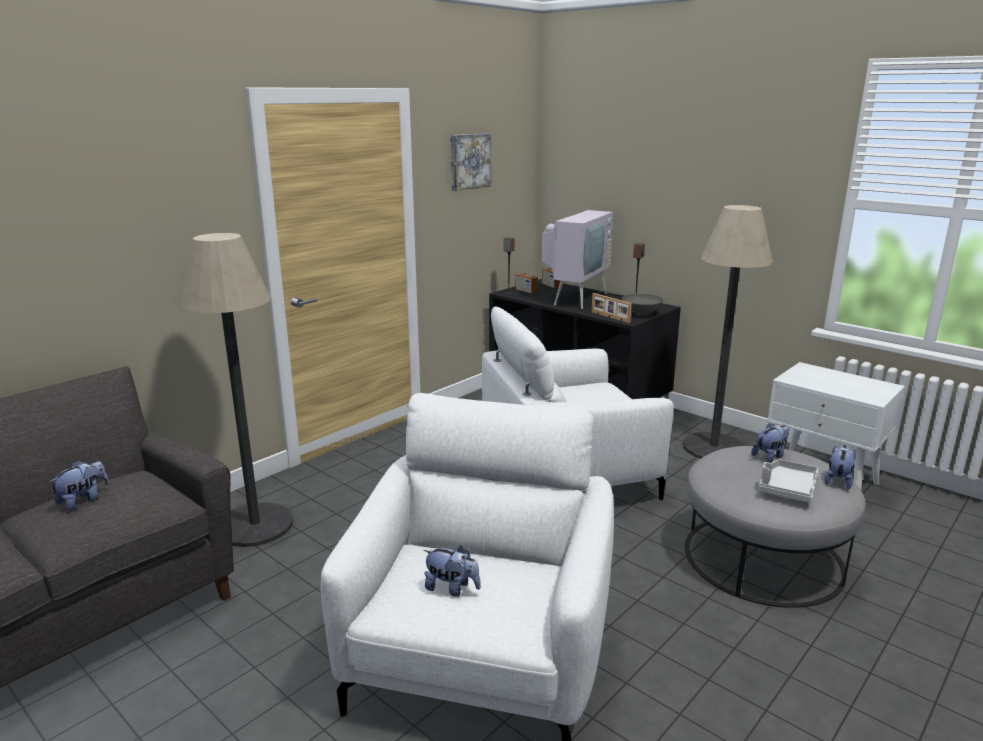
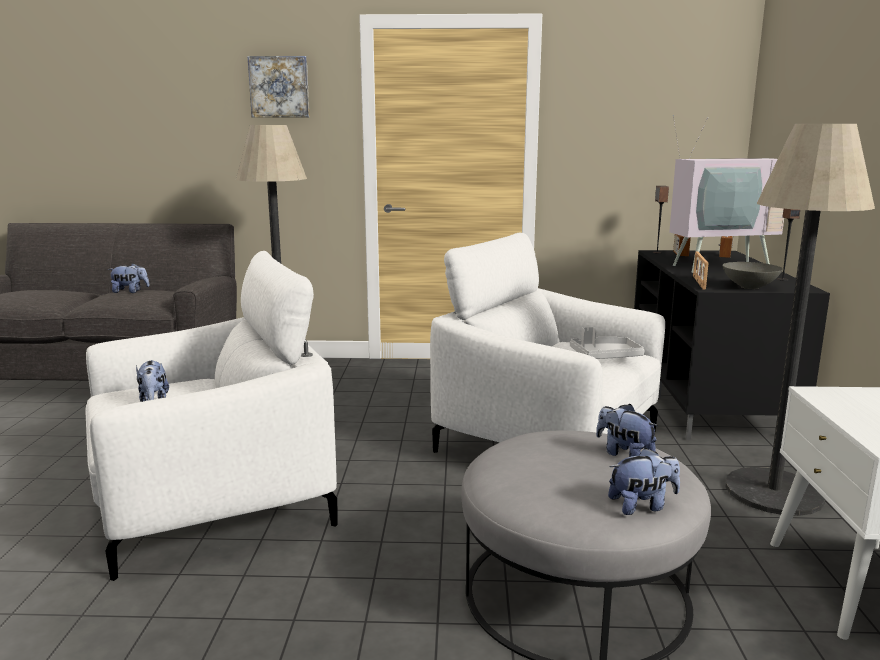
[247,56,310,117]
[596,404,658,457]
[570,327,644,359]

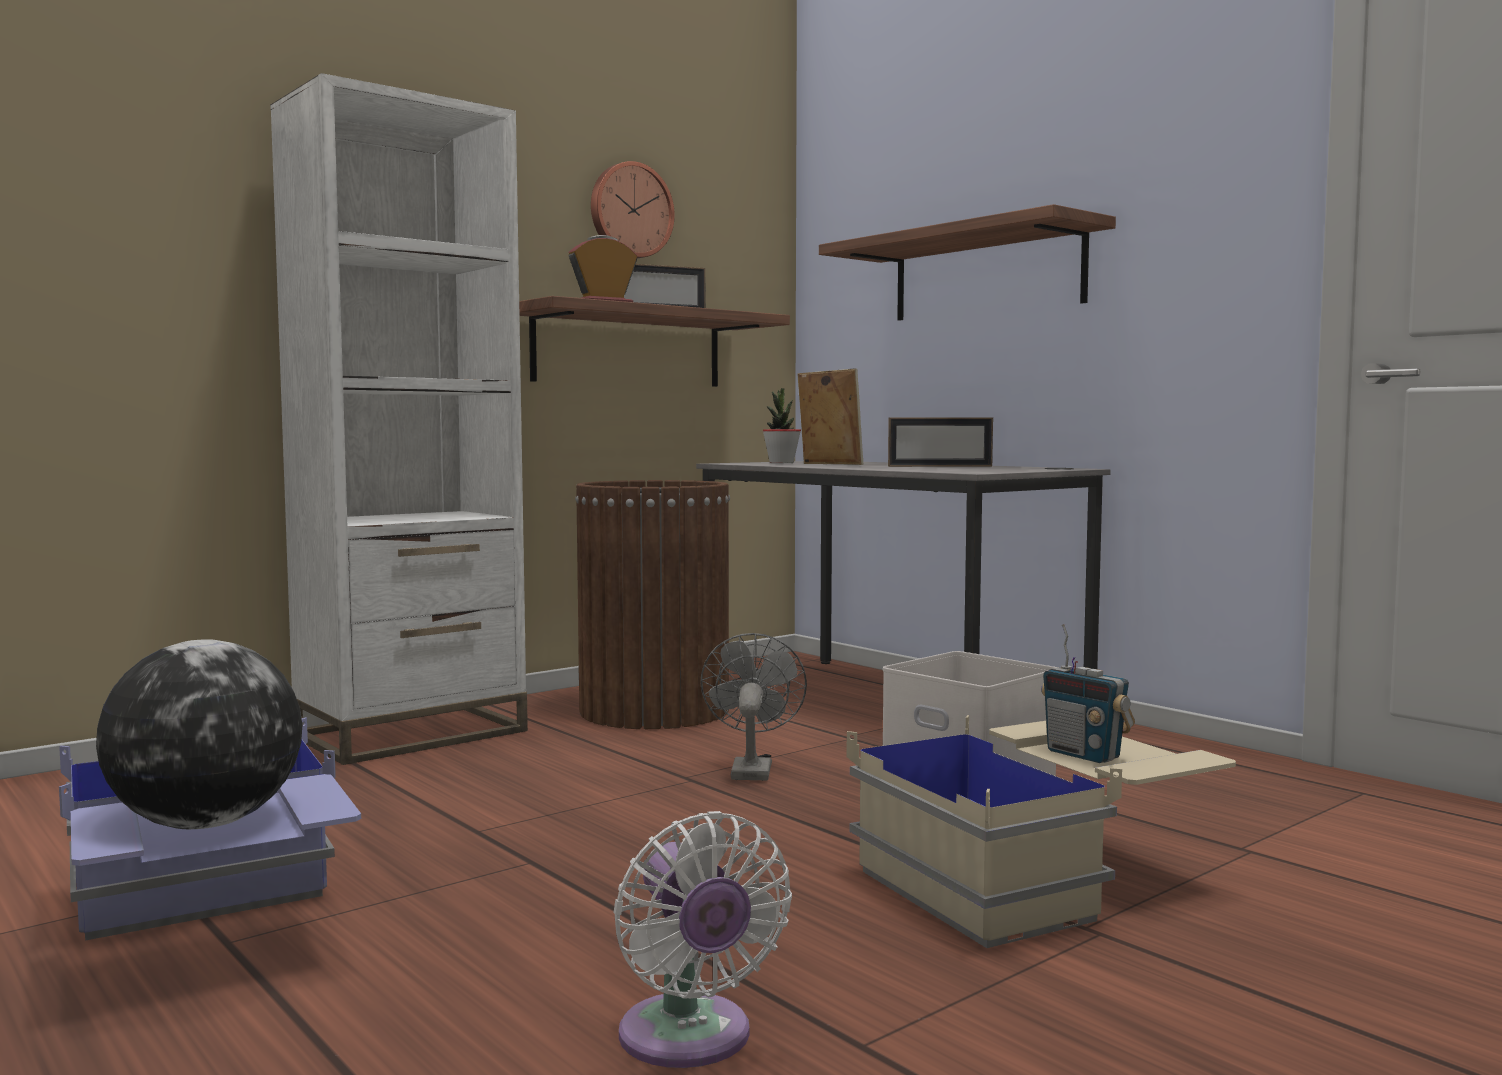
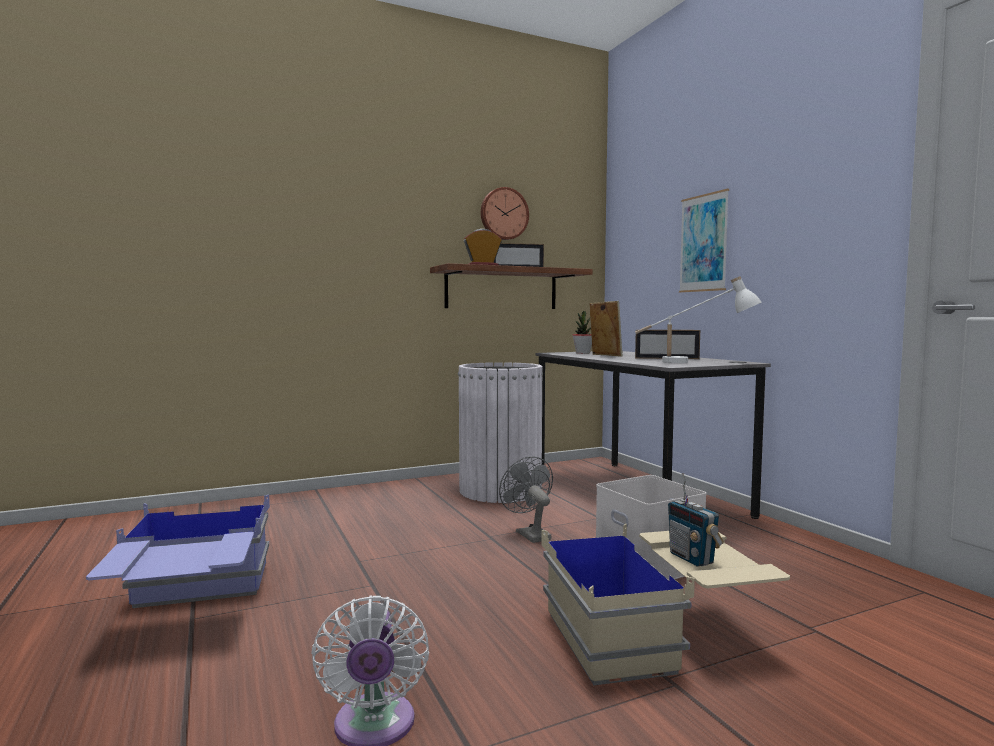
[96,639,302,829] (first image)
[270,73,528,765] (first image)
[458,362,543,503]
[499,457,553,543]
[679,189,729,293]
[635,276,762,363]

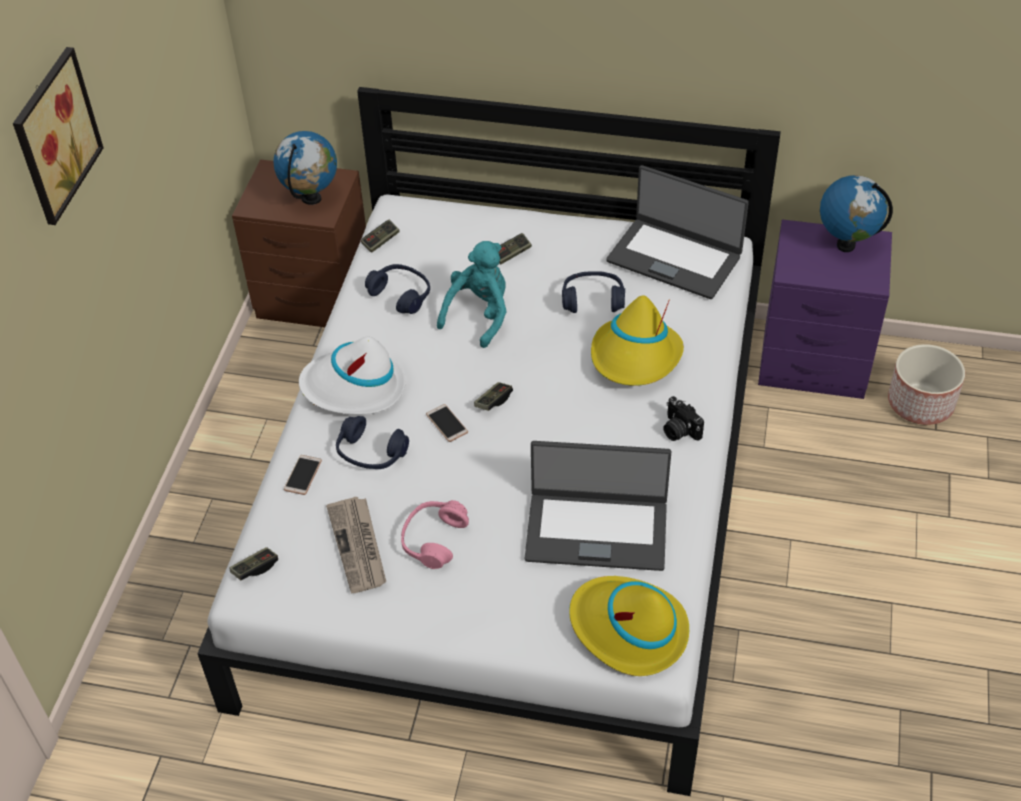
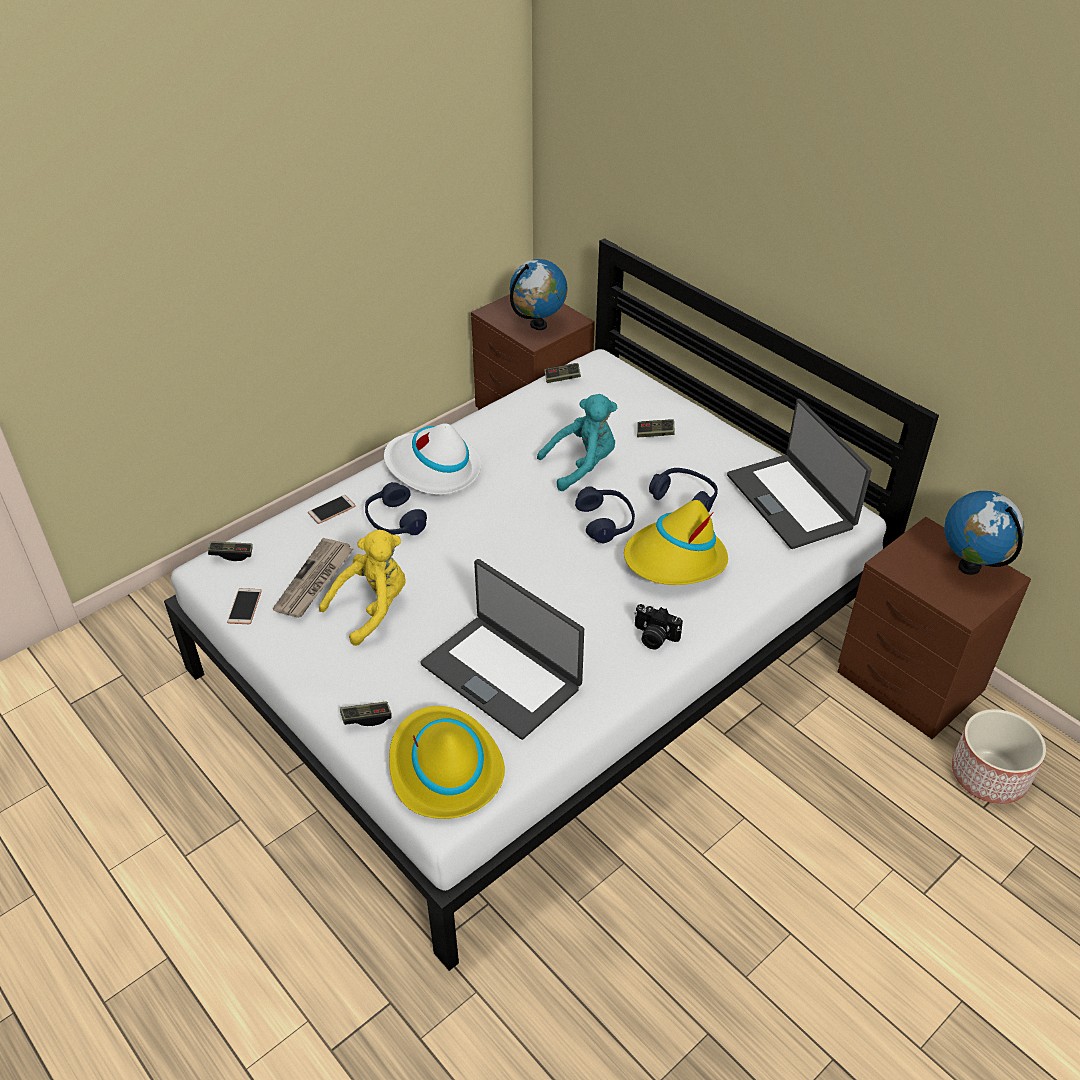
[13,47,103,225] (first image)
[575,486,635,543]
[319,530,406,646]
[227,588,262,624]
[340,702,392,726]
[634,604,683,649]
[838,517,1031,739]

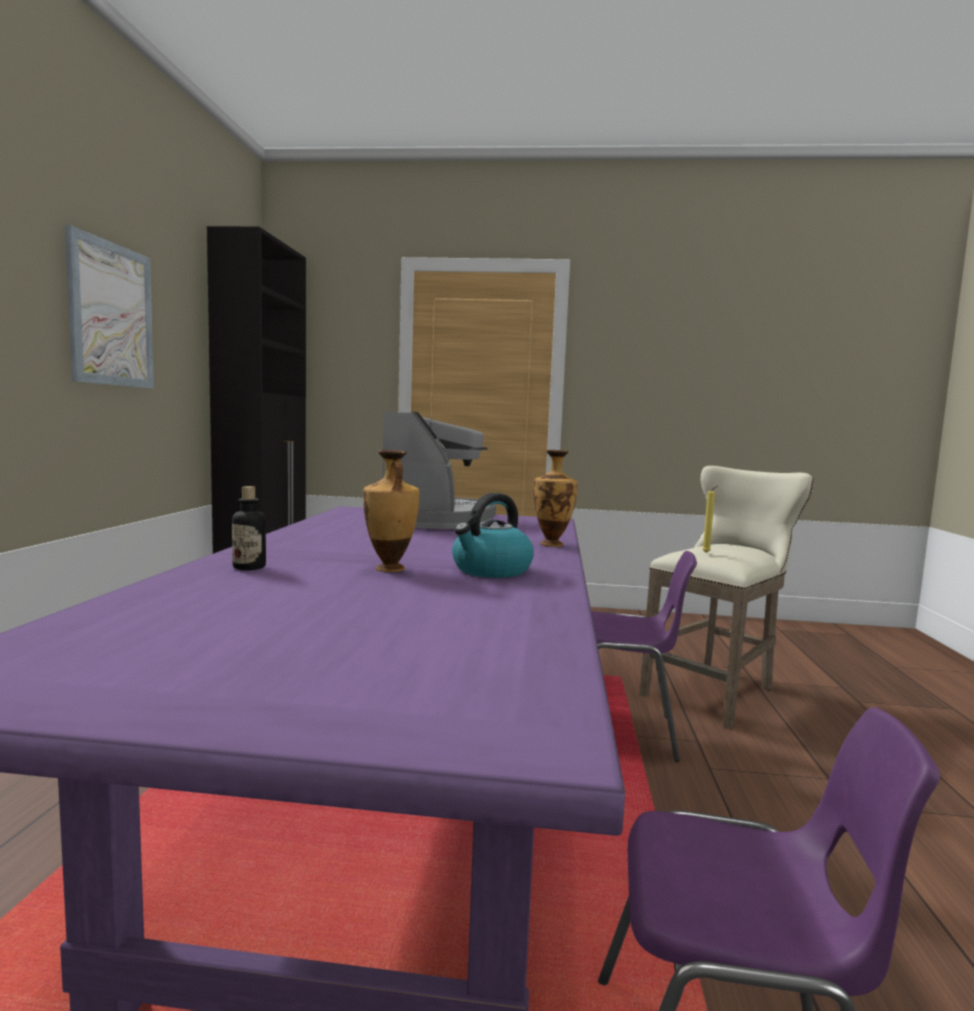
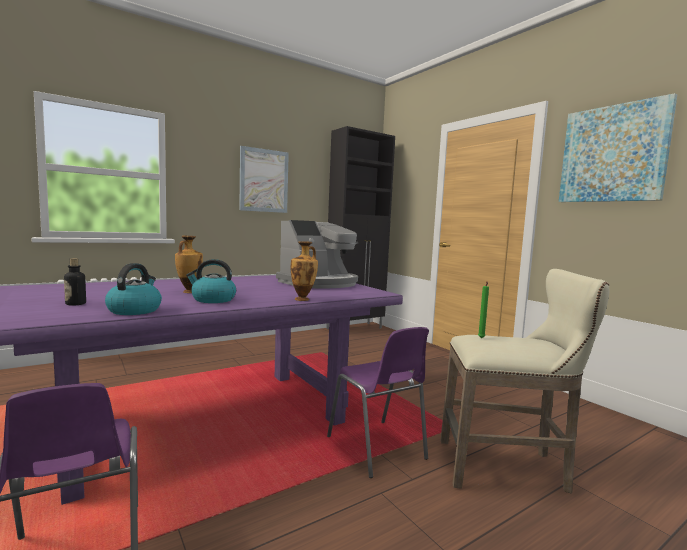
[64,258,86,306]
[478,282,489,338]
[105,263,162,315]
[559,93,677,202]

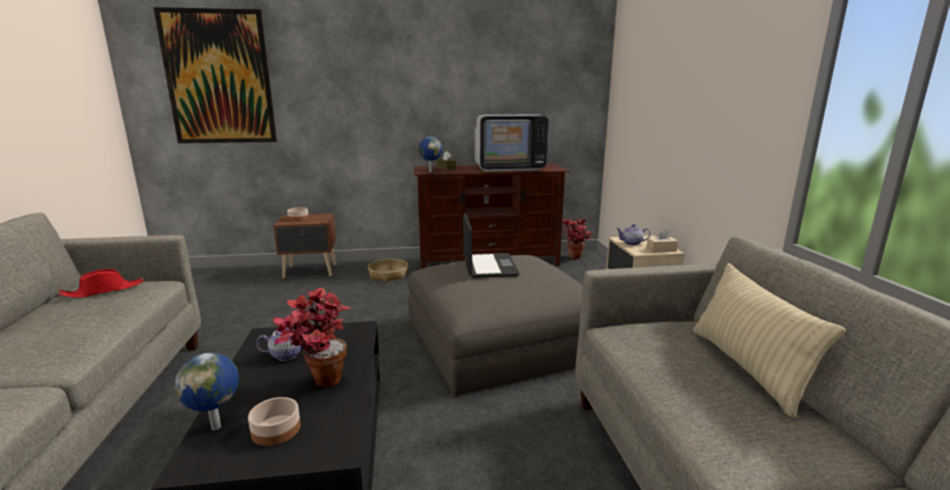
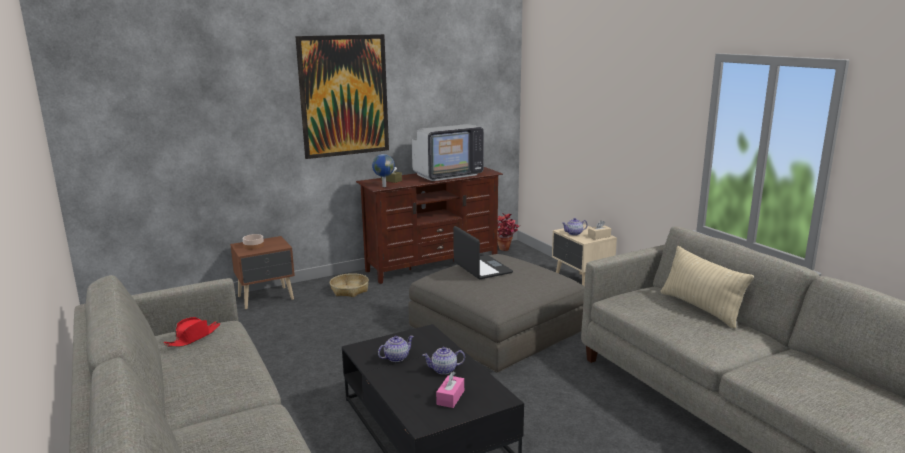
[295,34,389,159]
[175,353,239,430] (first image)
[436,372,464,408]
[422,347,465,375]

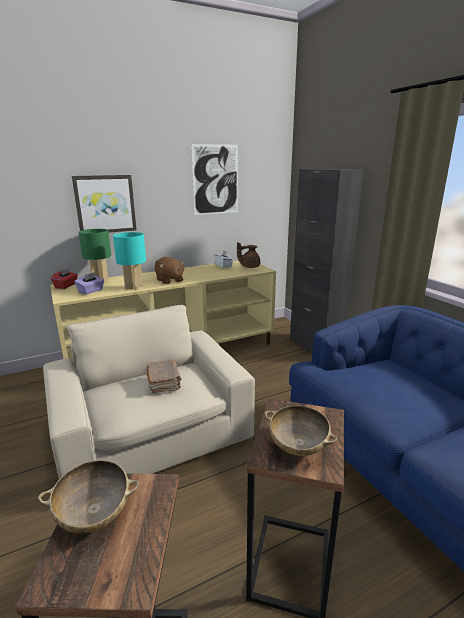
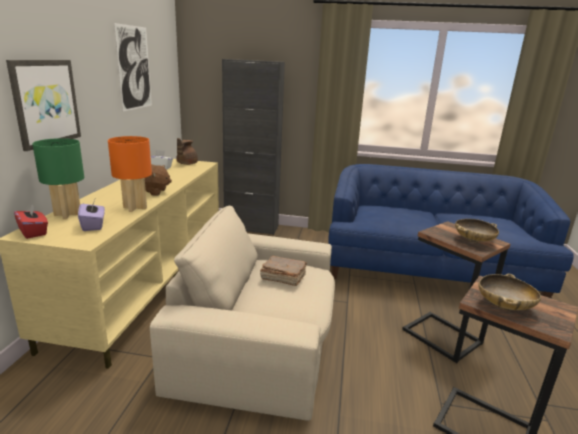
[108,136,152,212]

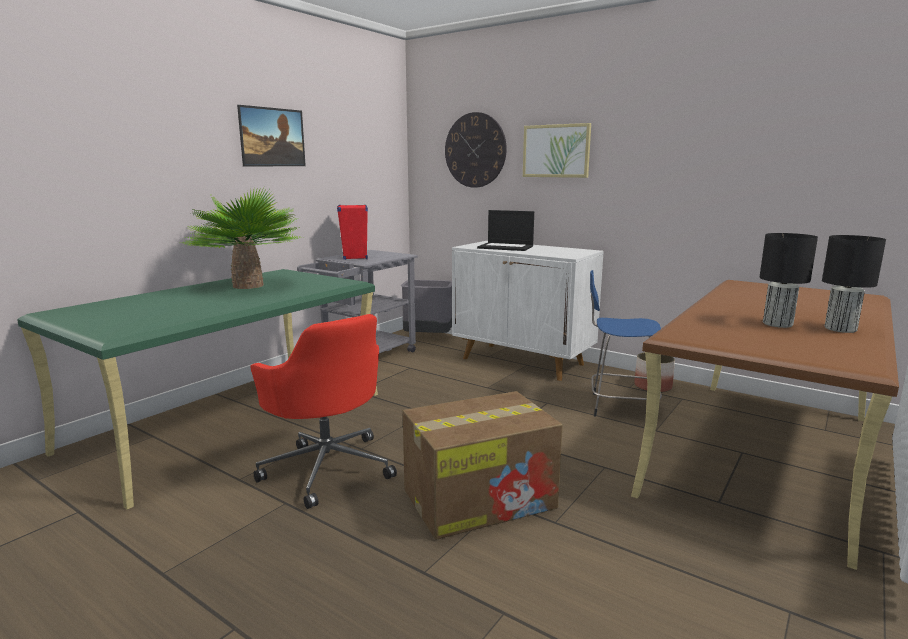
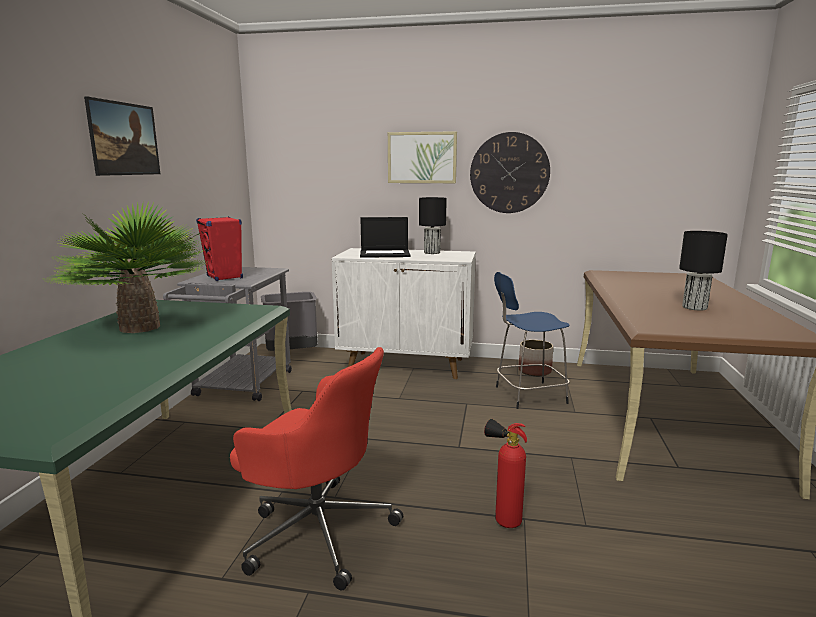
[484,419,527,528]
[470,132,550,213]
[419,197,447,254]

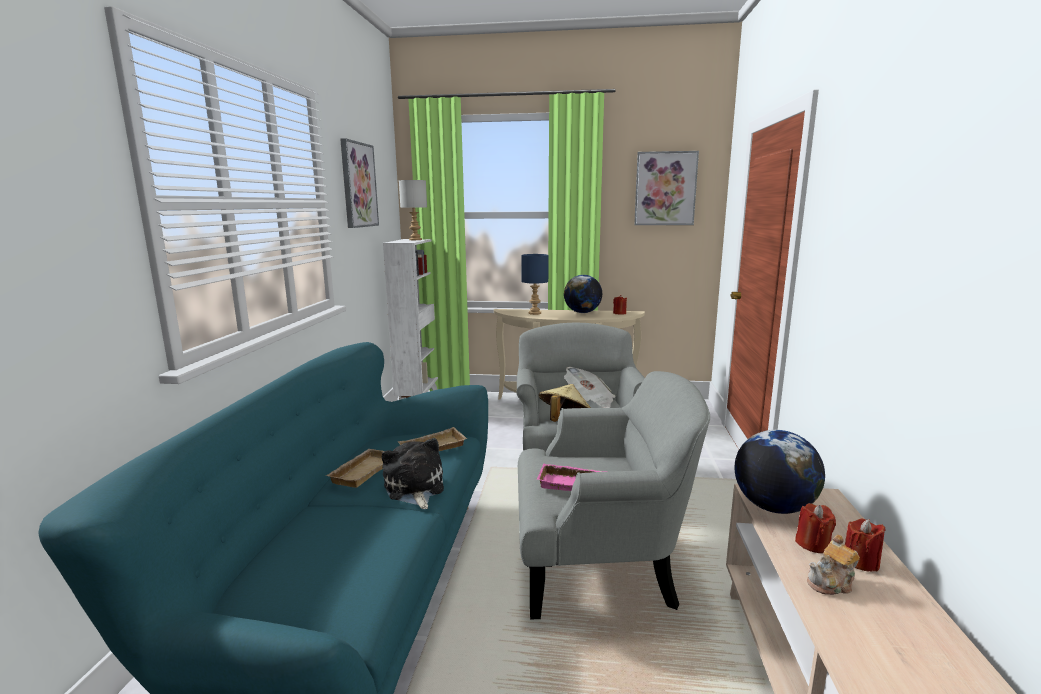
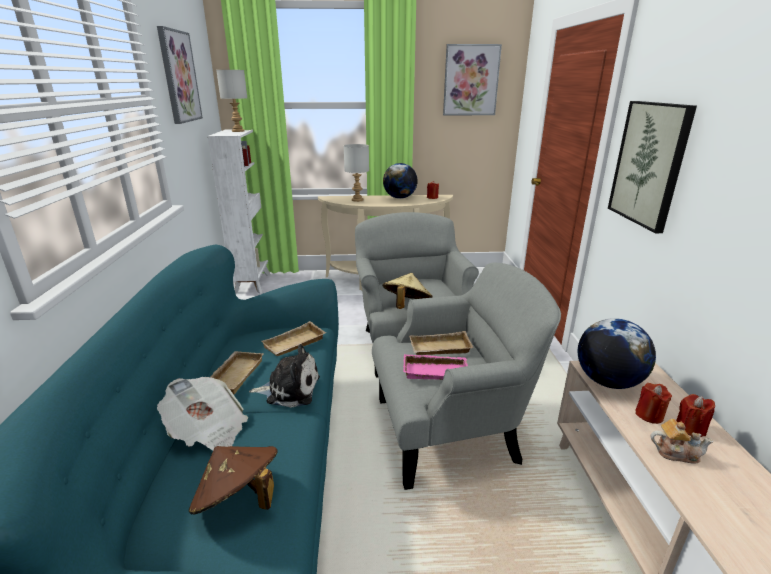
[249,344,320,408]
[344,144,369,202]
[157,377,248,451]
[650,419,714,464]
[189,446,278,514]
[409,331,474,355]
[608,101,697,233]

